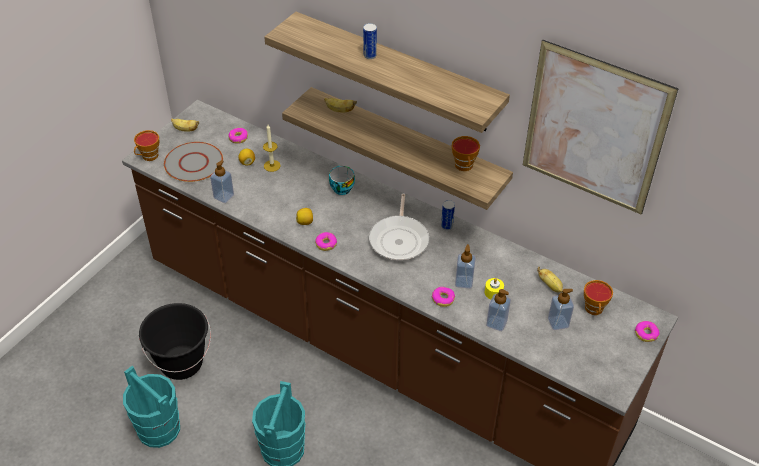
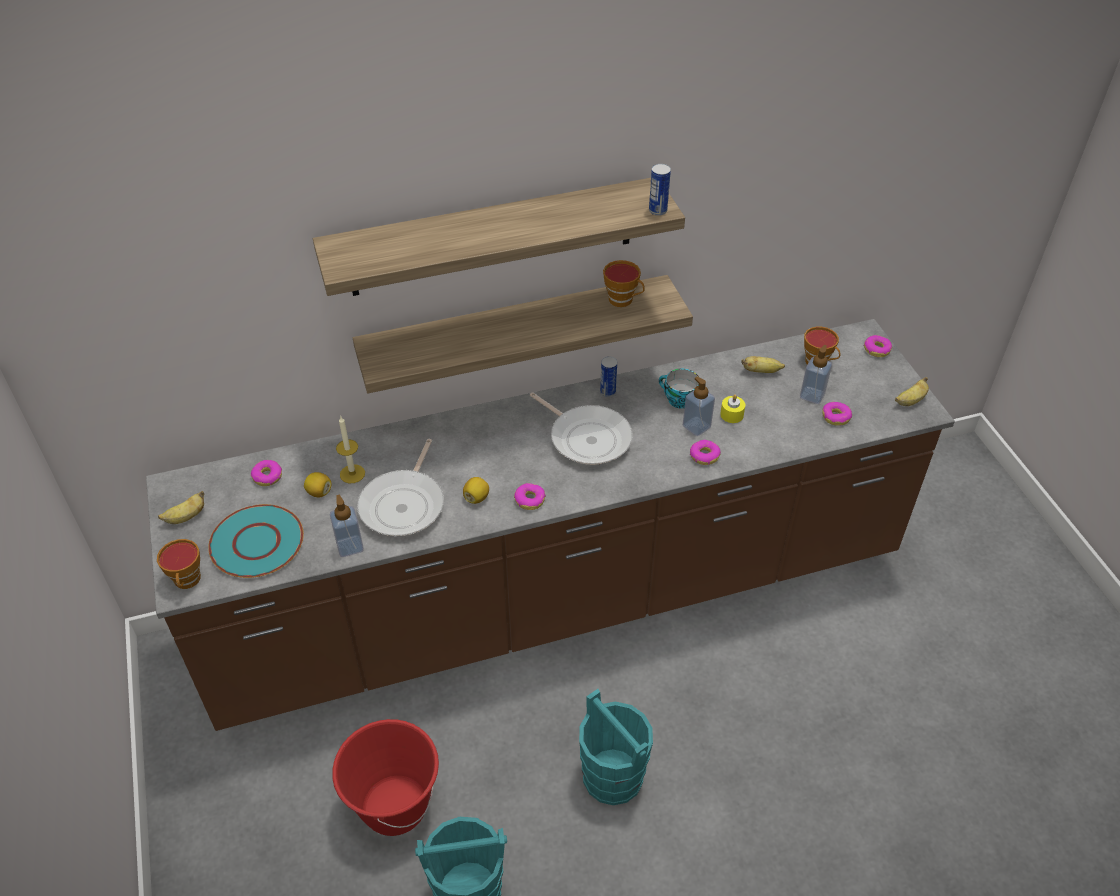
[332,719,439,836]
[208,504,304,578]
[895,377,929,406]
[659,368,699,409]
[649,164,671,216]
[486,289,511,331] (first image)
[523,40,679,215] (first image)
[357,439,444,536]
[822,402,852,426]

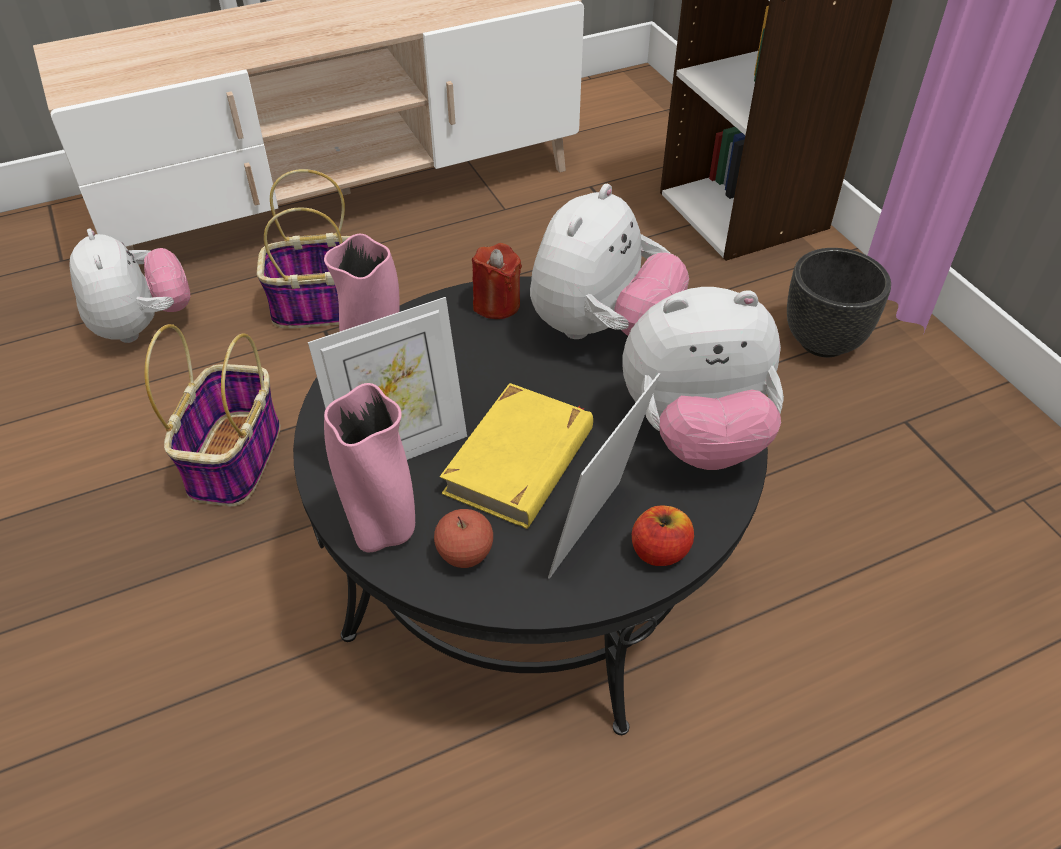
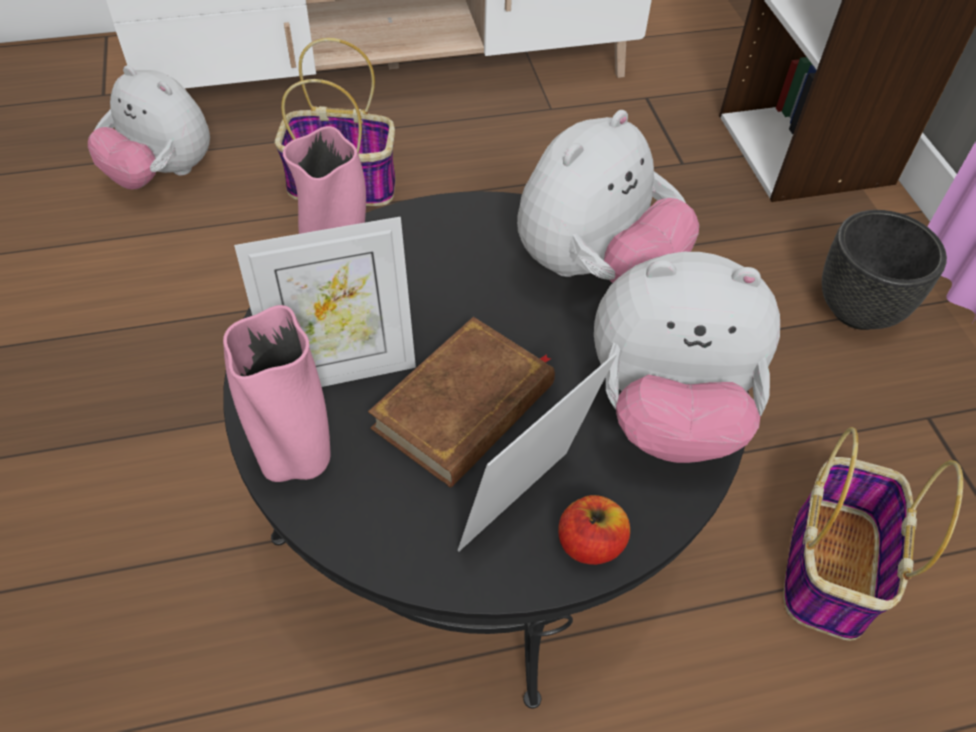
[88,65,210,189]
[783,427,963,641]
[434,509,493,568] (first image)
[368,317,555,488]
[472,243,522,319] (first image)

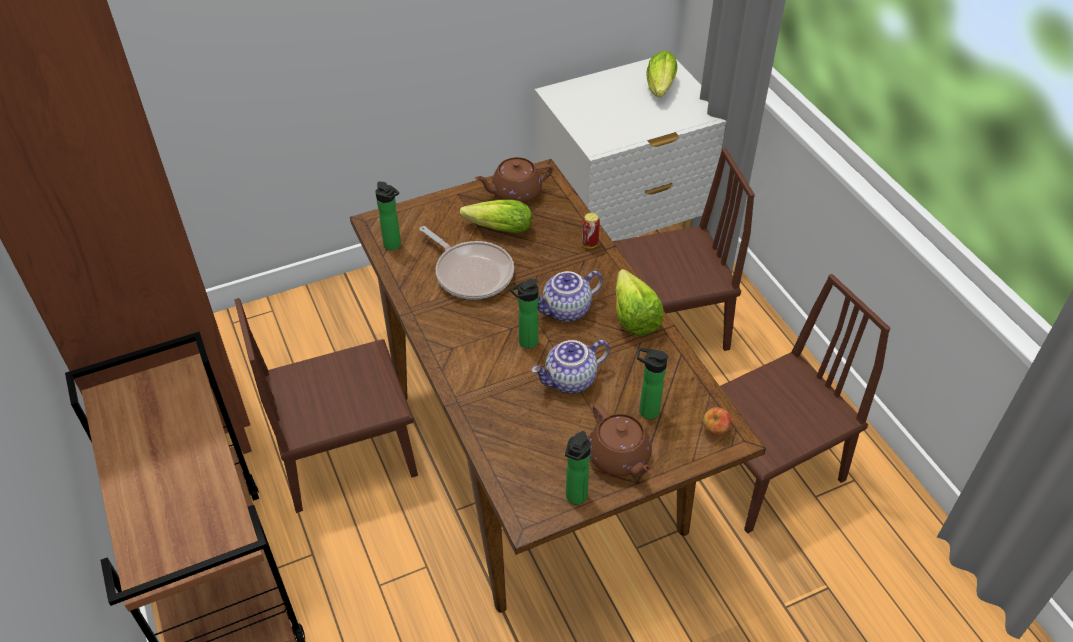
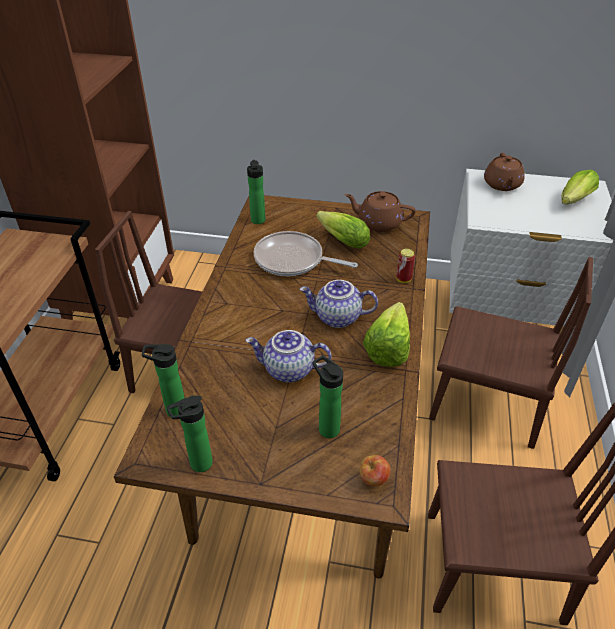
[254,231,358,276]
[142,344,185,417]
[484,153,525,191]

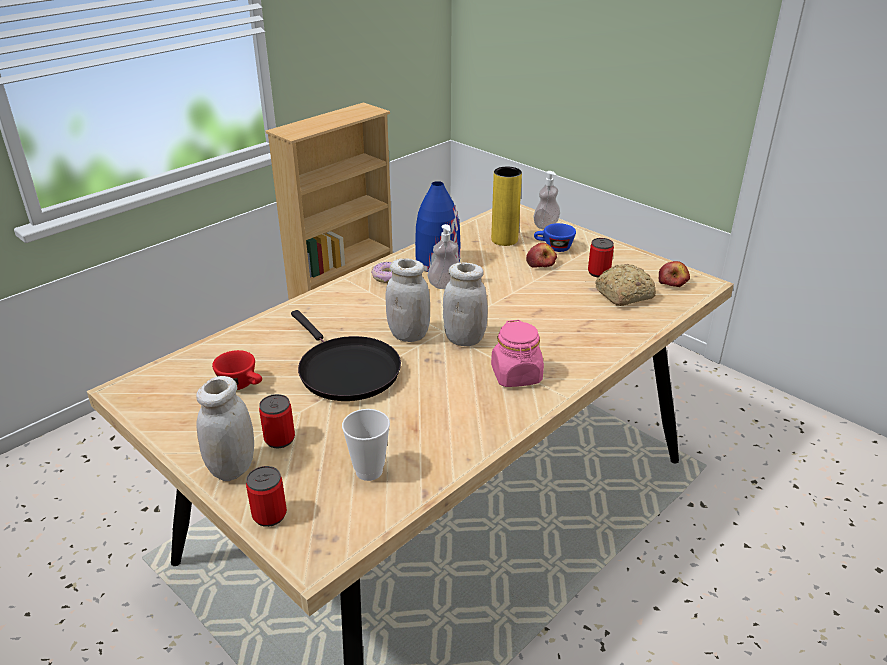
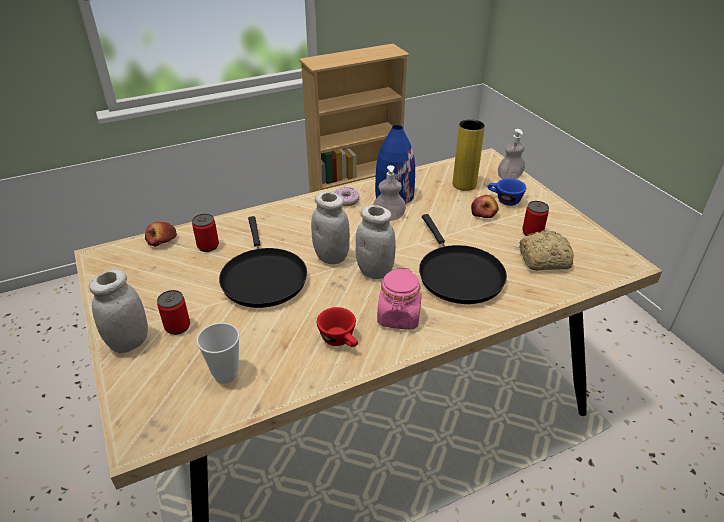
[317,307,358,347]
[192,214,219,252]
[145,222,177,247]
[419,214,507,304]

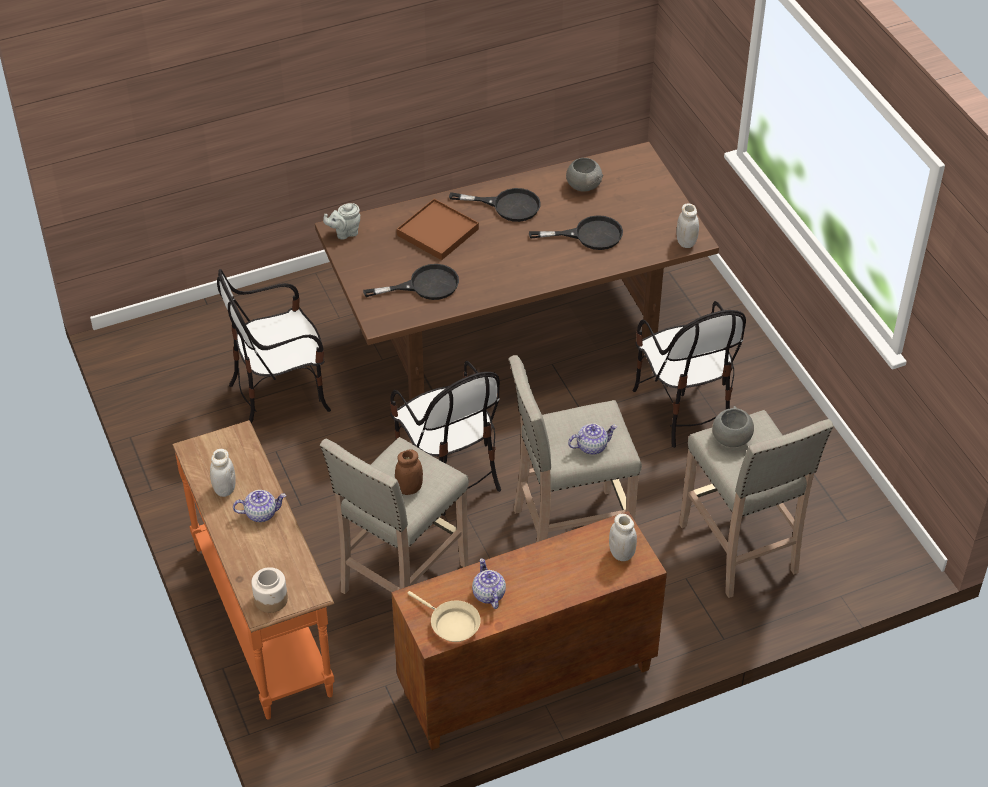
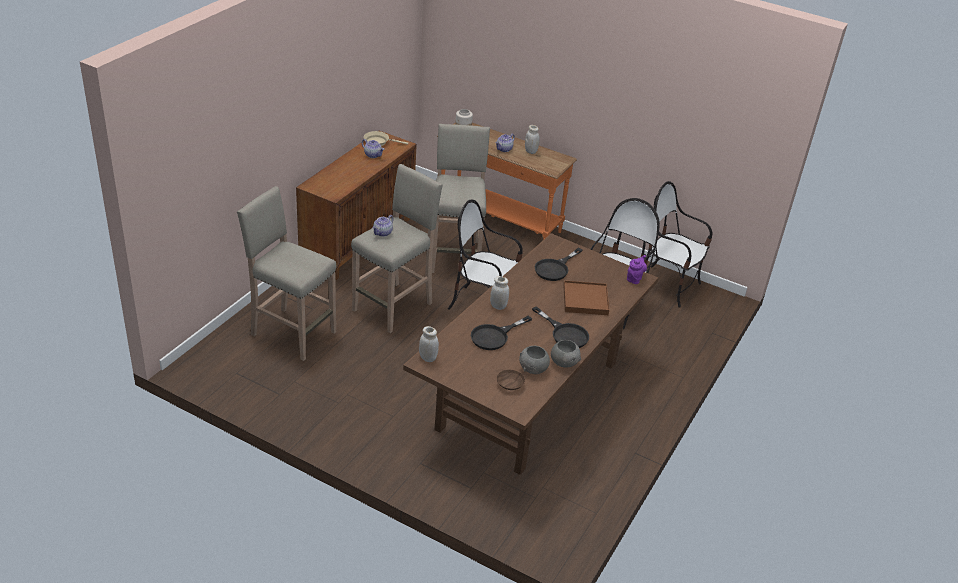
[627,255,647,284]
[395,449,423,495] (first image)
[532,306,589,348]
[490,276,509,310]
[645,181,713,308]
[551,340,581,367]
[497,370,525,390]

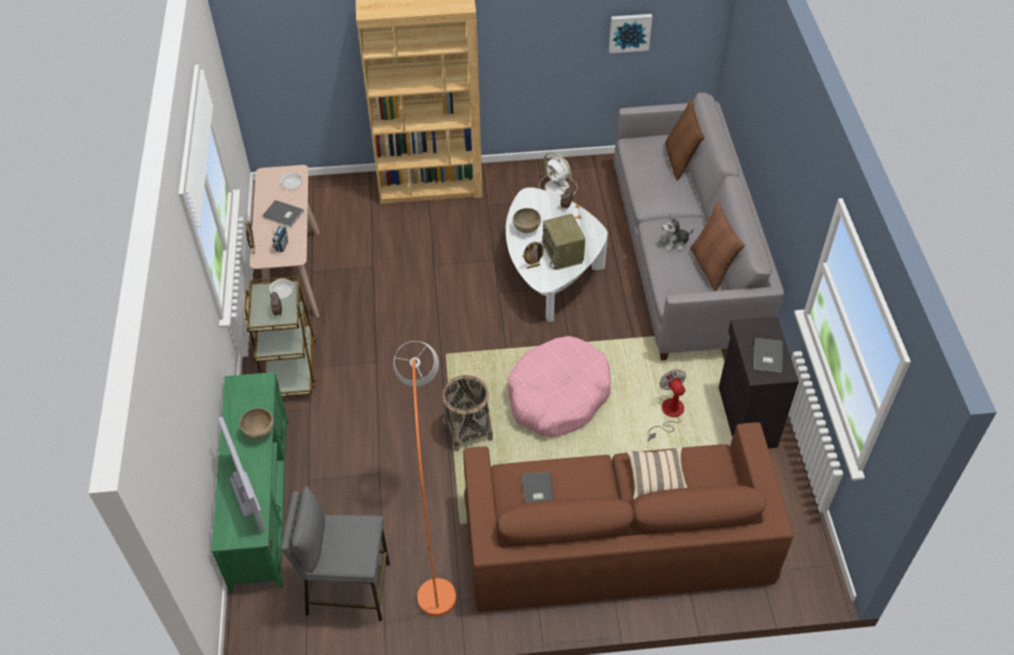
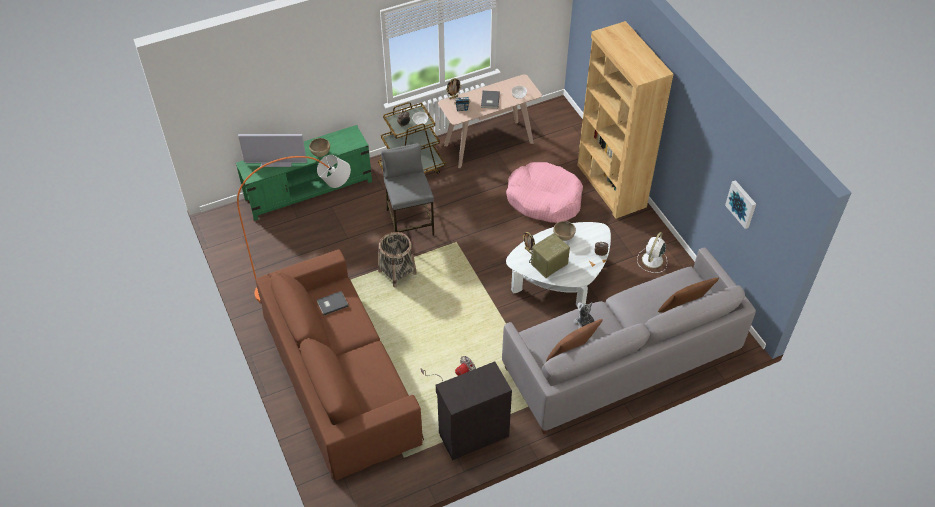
[238,134,307,167]
[381,143,434,236]
[506,162,583,223]
[626,447,688,500] (first image)
[754,338,783,373] (first image)

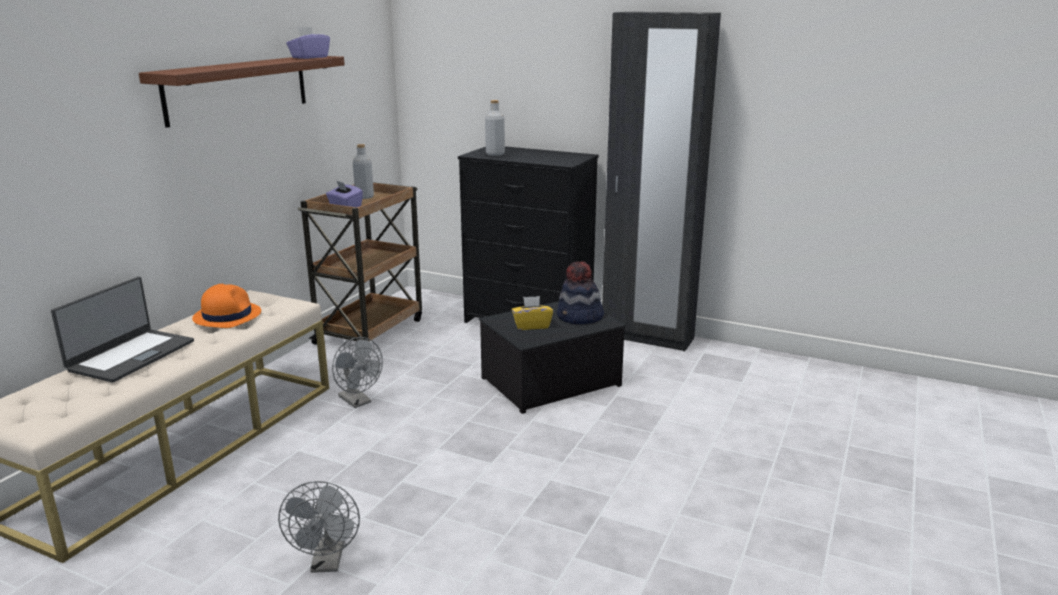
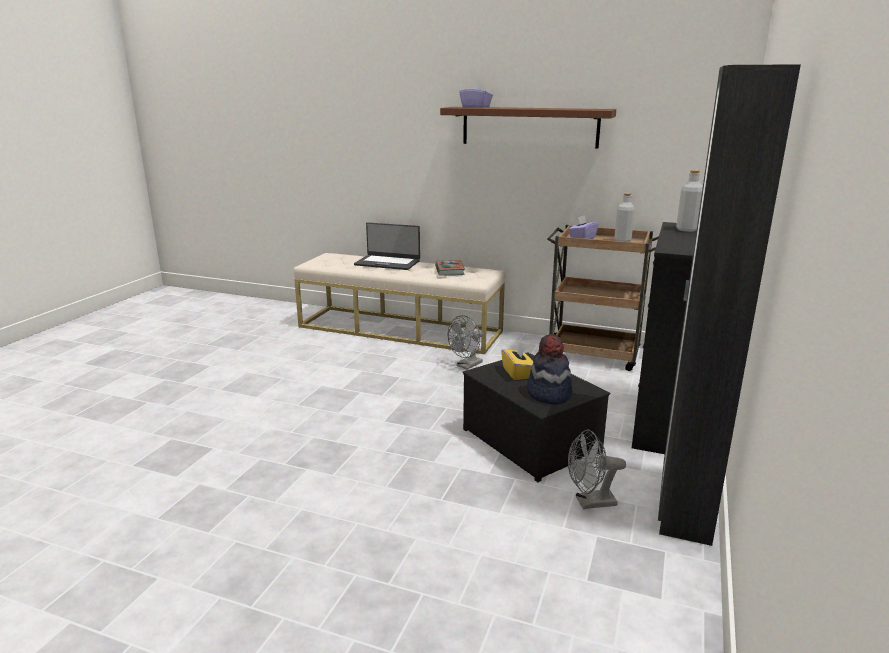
[435,260,465,276]
[568,430,626,509]
[459,83,493,108]

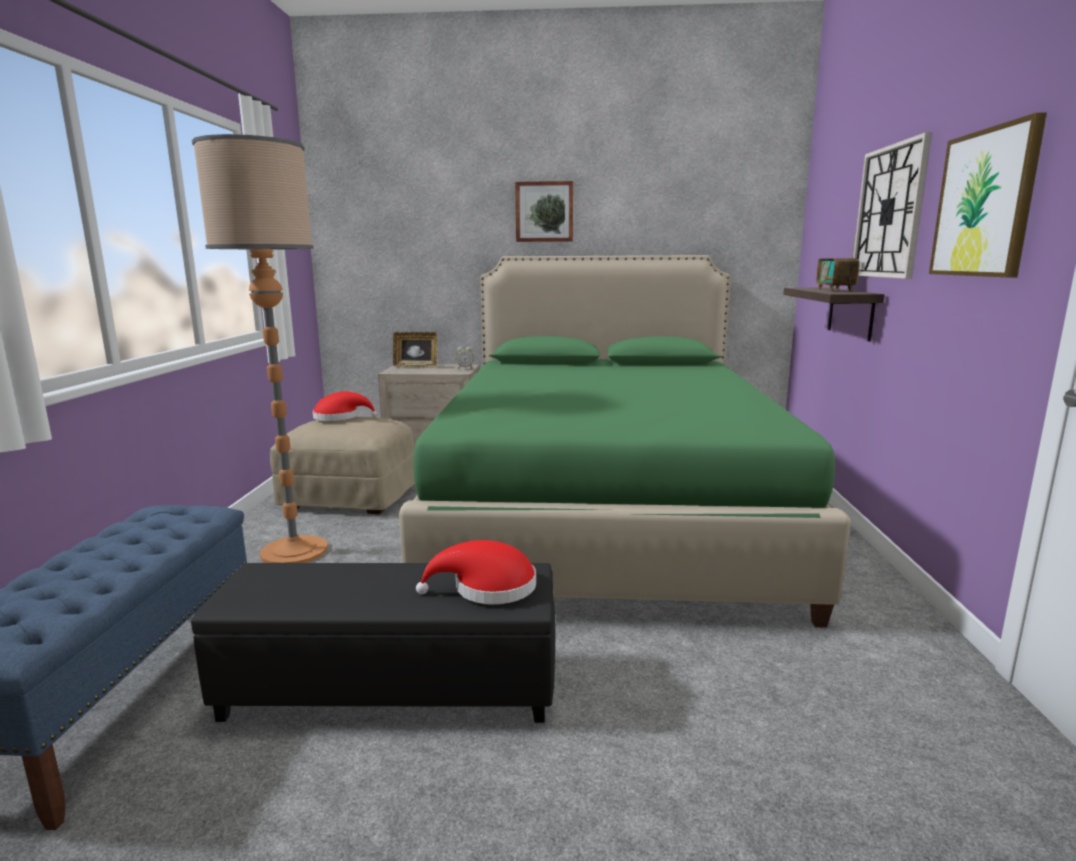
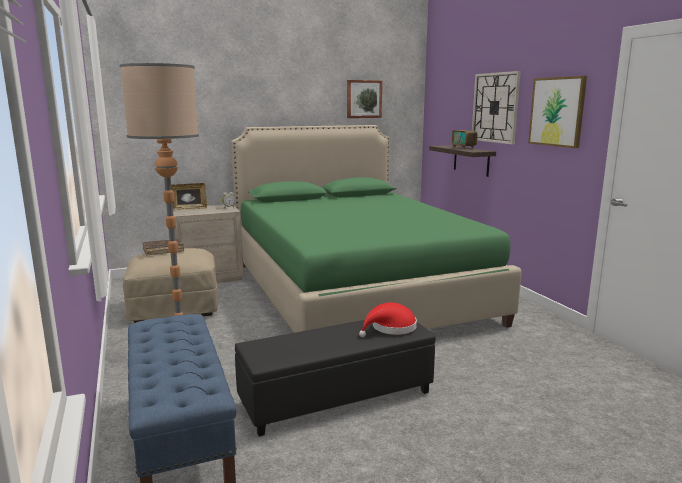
[142,239,184,255]
[347,80,382,118]

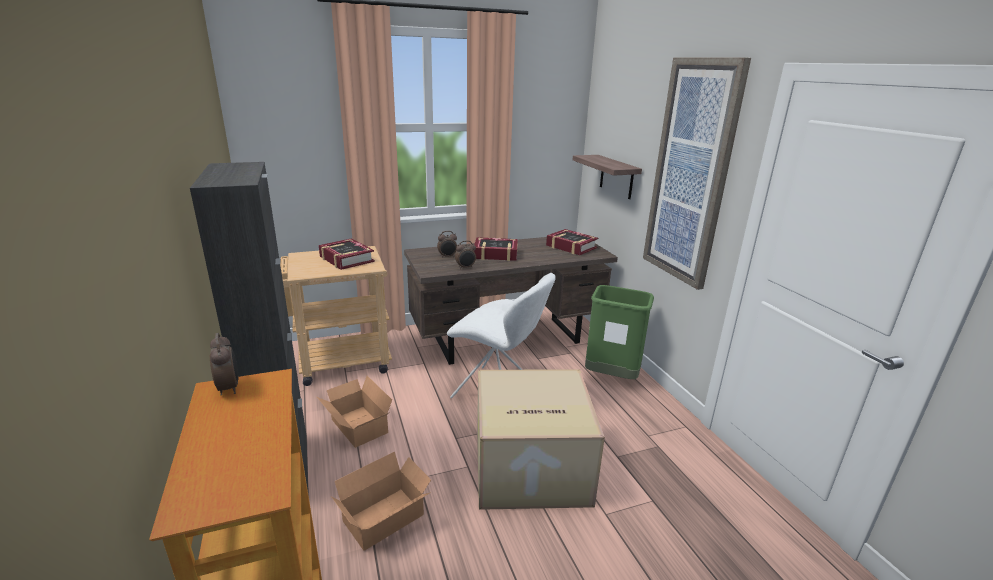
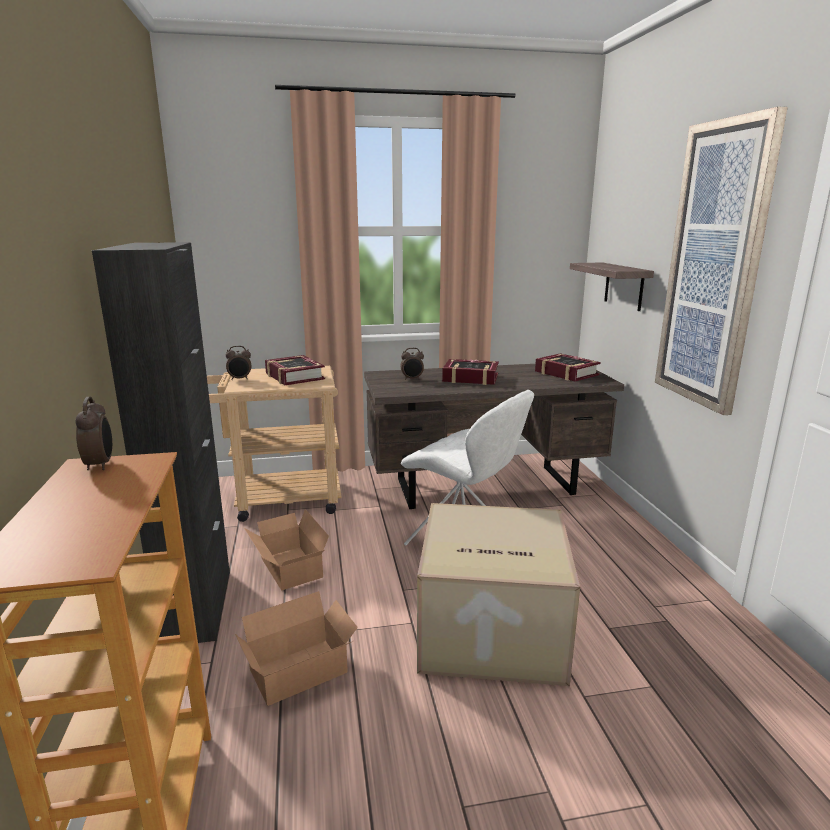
[226,346,252,380]
[585,285,654,379] (first image)

